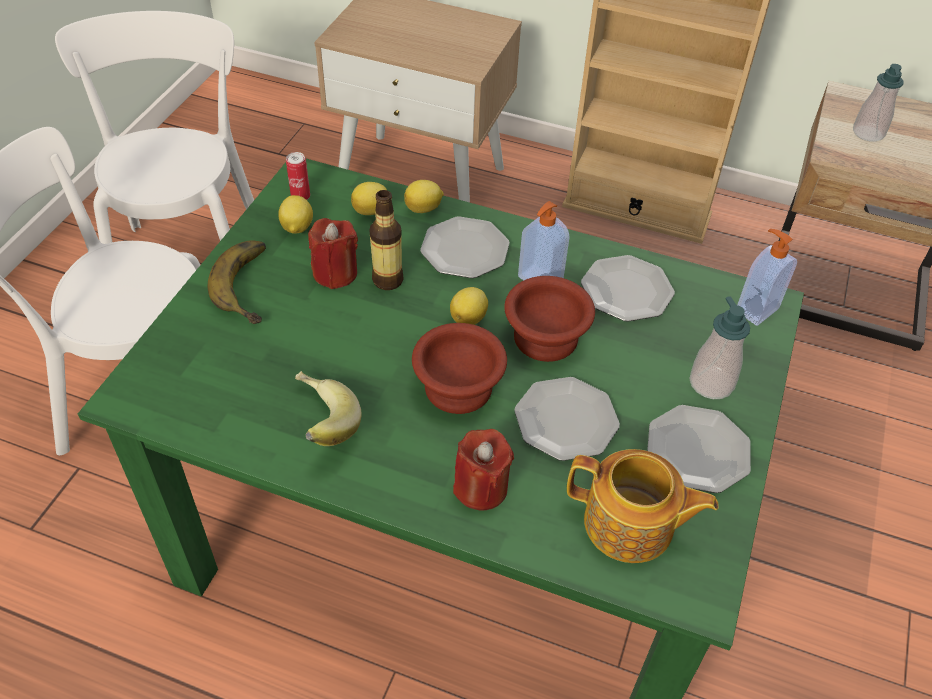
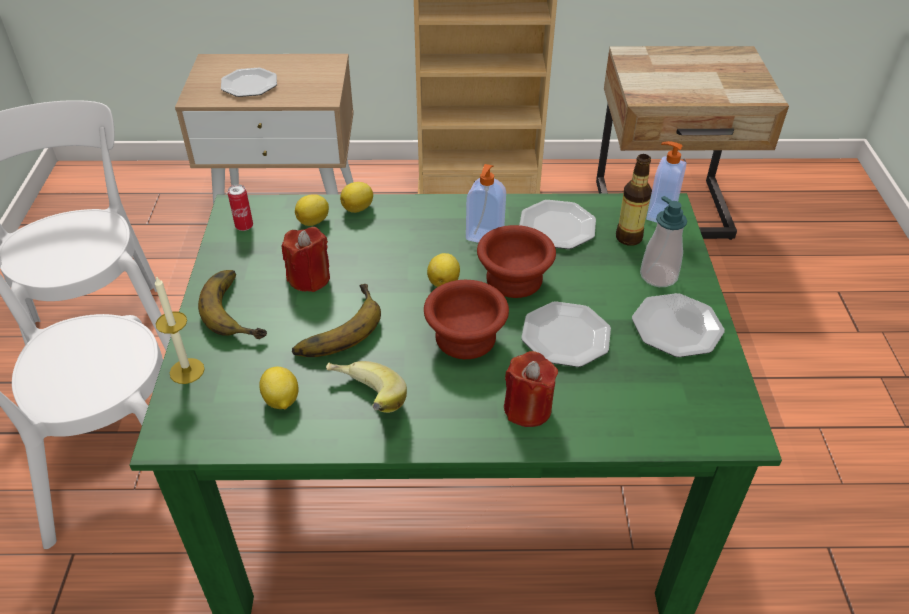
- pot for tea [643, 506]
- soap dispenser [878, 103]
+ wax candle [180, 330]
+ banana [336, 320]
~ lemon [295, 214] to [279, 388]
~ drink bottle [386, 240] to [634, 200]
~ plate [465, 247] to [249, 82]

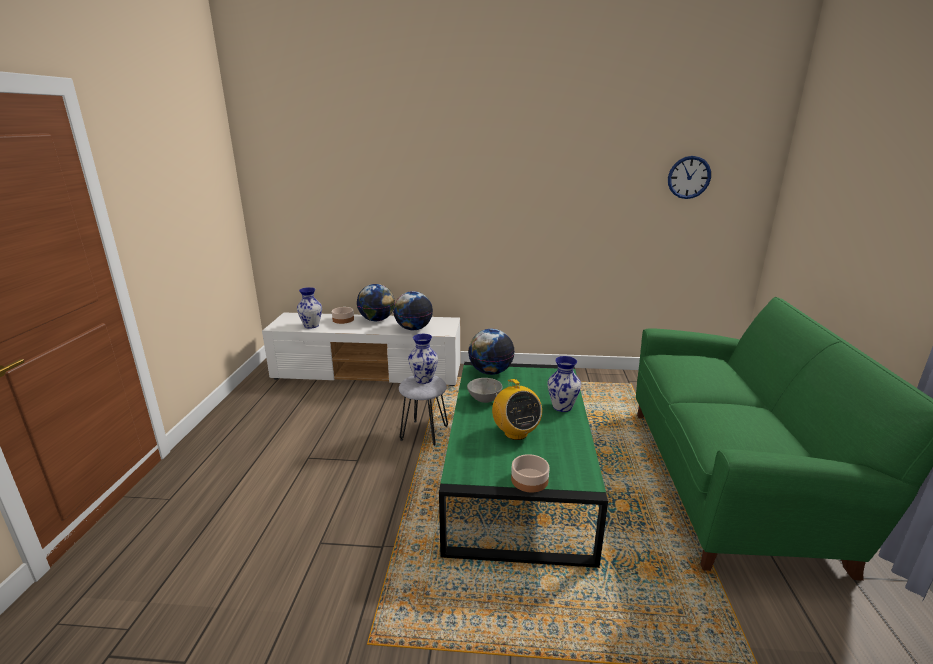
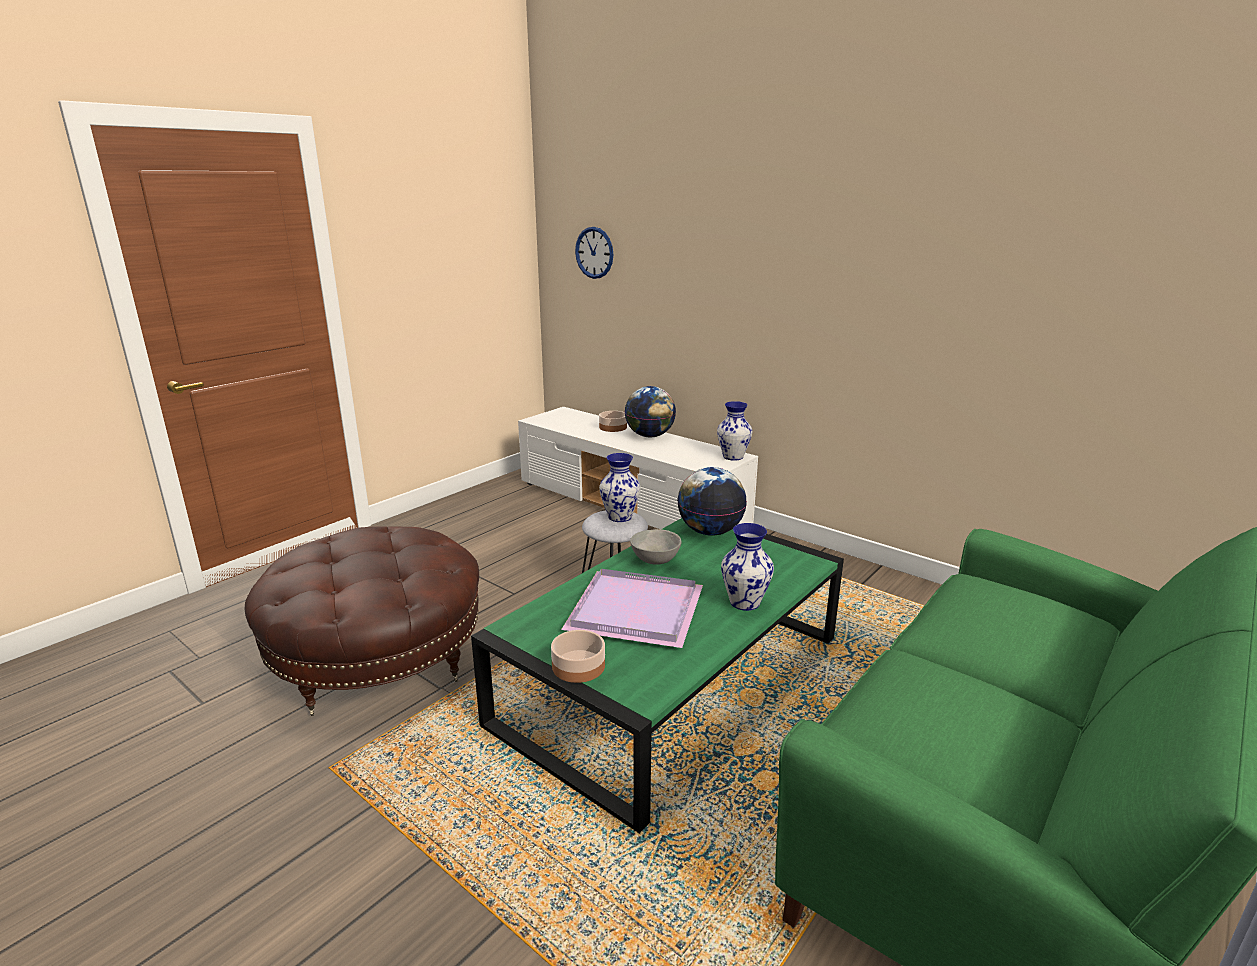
- globe [413, 310]
+ brownish pouffe [362, 621]
~ flower vase [309, 308] to [734, 431]
~ clock on the wall [689, 177] to [594, 253]
~ radio receiver [517, 409] to purple-coloured tray [632, 608]

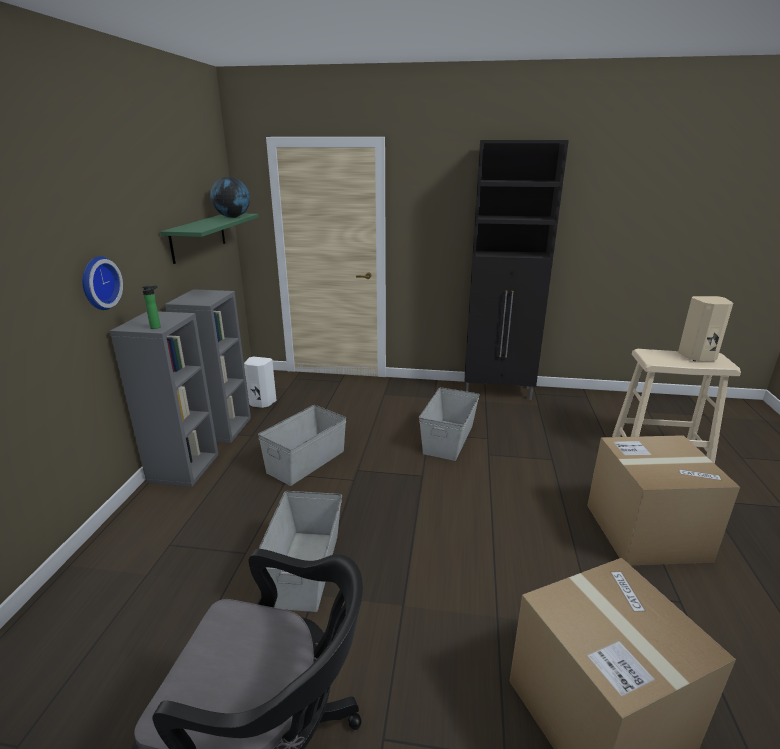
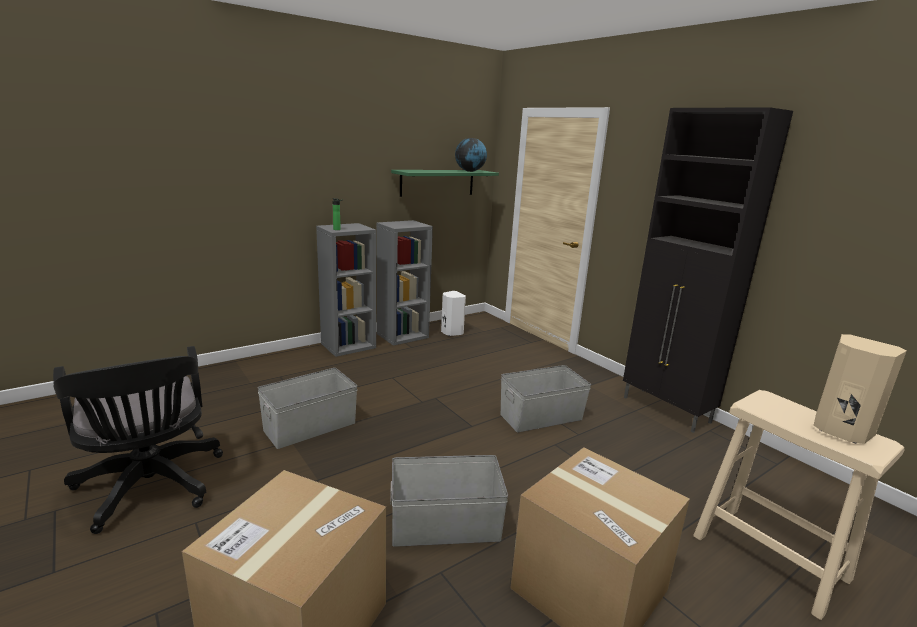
- clock on the wall [102, 283]
~ gray storage container [302, 445] to [449, 501]

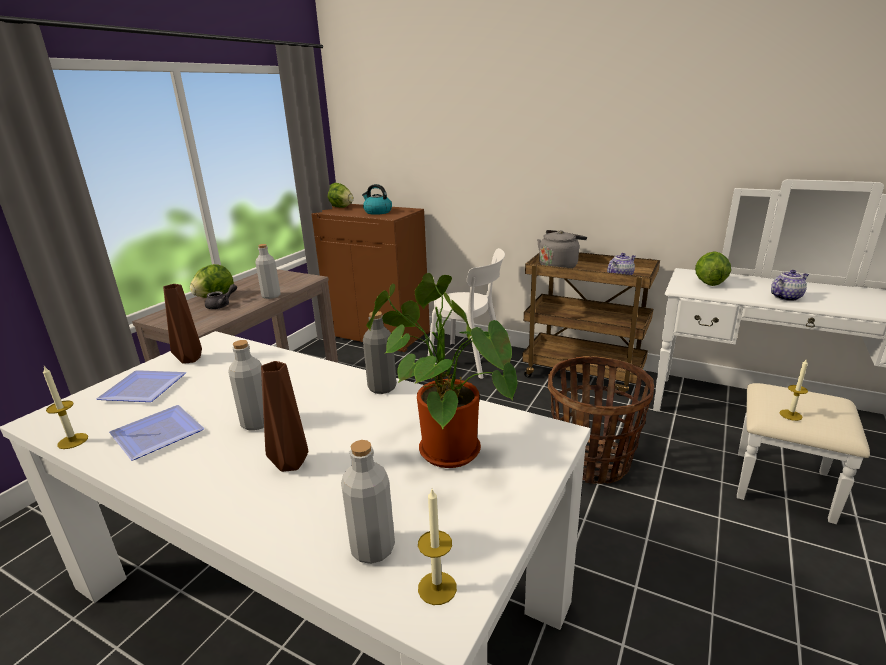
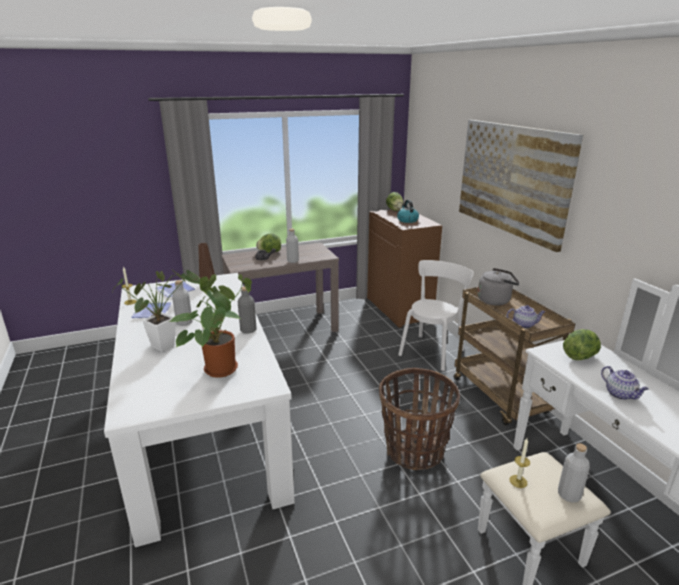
- wax candle [437, 547]
+ picture [521, 186]
~ gray drink bottle [368, 502] to [574, 473]
~ brownish flower vase [284, 416] to plant in a pot [156, 310]
~ white chair [466, 313] = [436, 315] 120 degrees counterclockwise
~ pot for tea [790, 285] = [625, 383] 45 degrees clockwise

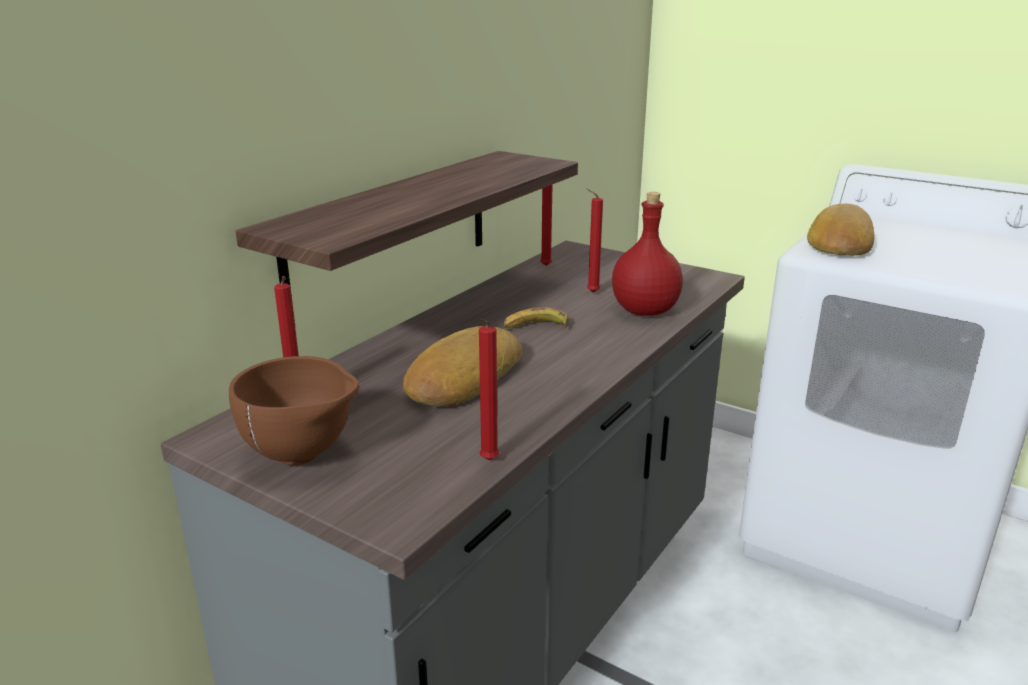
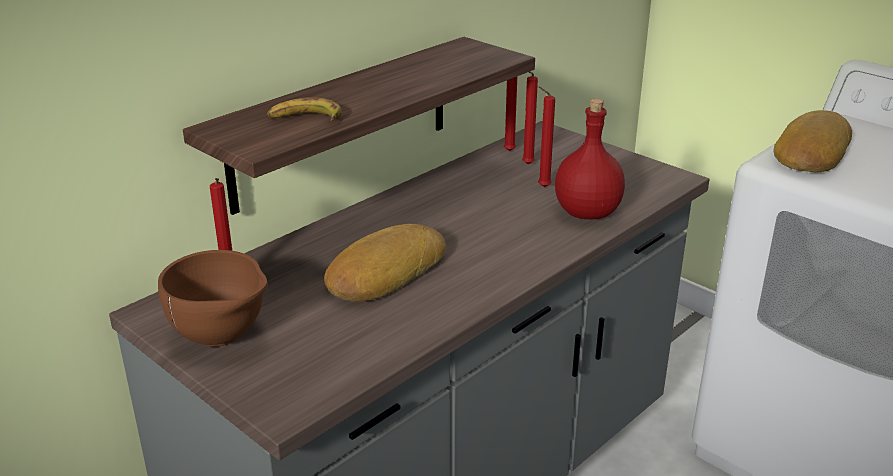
~ red-coloured wax candle [489, 389] to [530, 118]
~ banana [536, 317] to [304, 109]

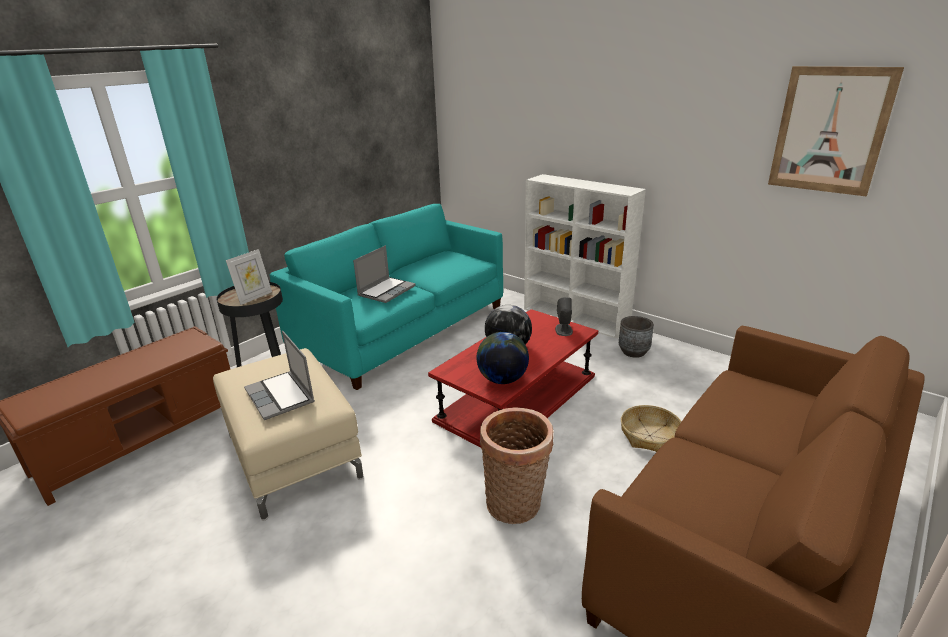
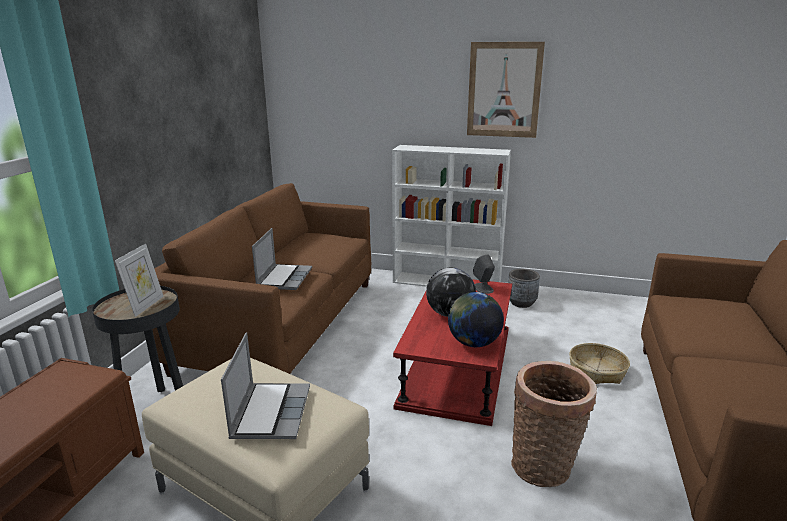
~ picture [836, 131] to [506, 90]
~ turquoise couch [386, 297] to brownish couch [261, 280]
~ notebook computer [279, 375] = [265, 386] 120 degrees counterclockwise

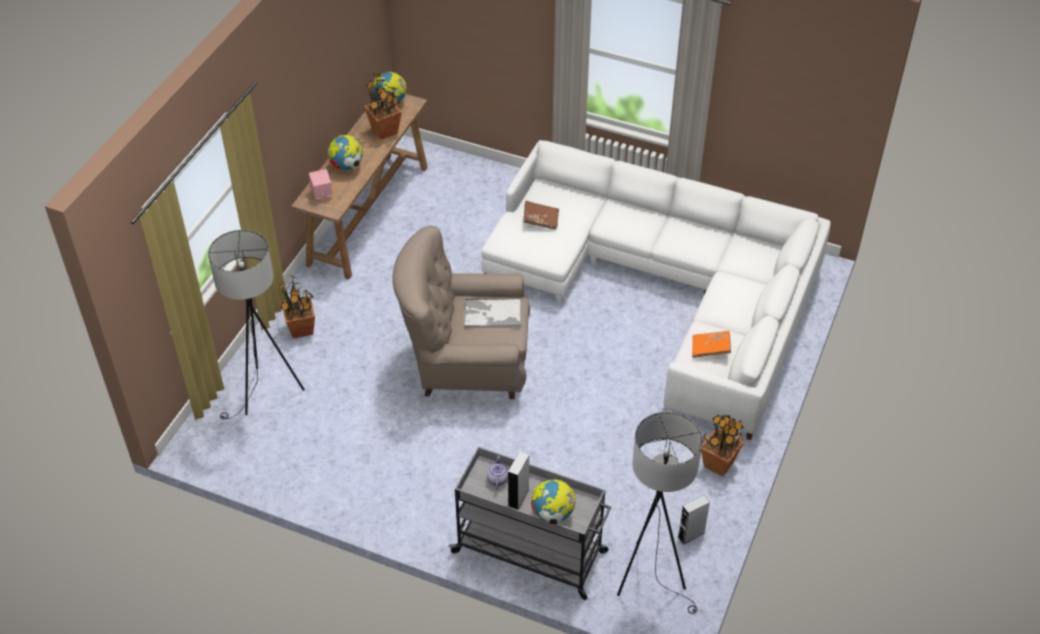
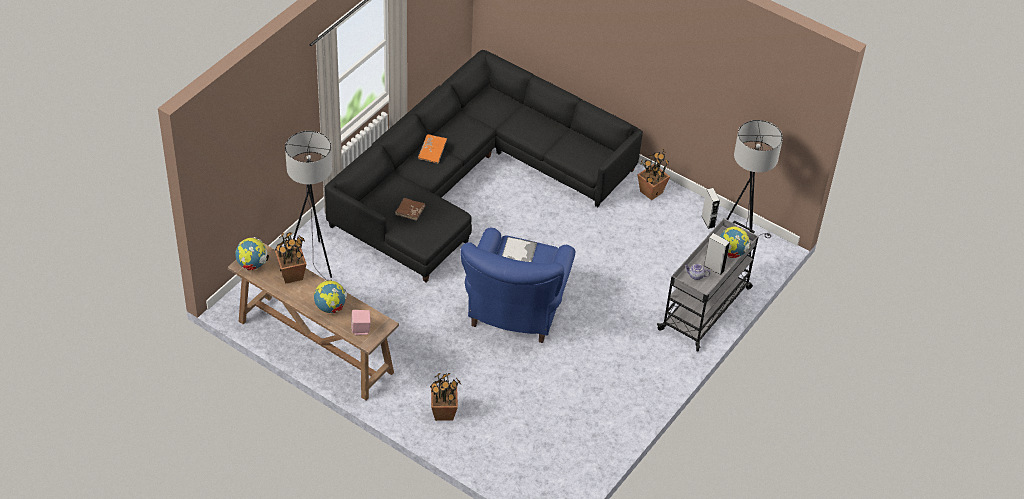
~ gray floor lamp [256, 325] to [308, 204]
~ orangey volume [711, 344] to [432, 149]
~ beige easy chair [461, 312] to bluish easy chair [517, 285]
~ white couch [655, 290] to black-coloured couch [484, 166]

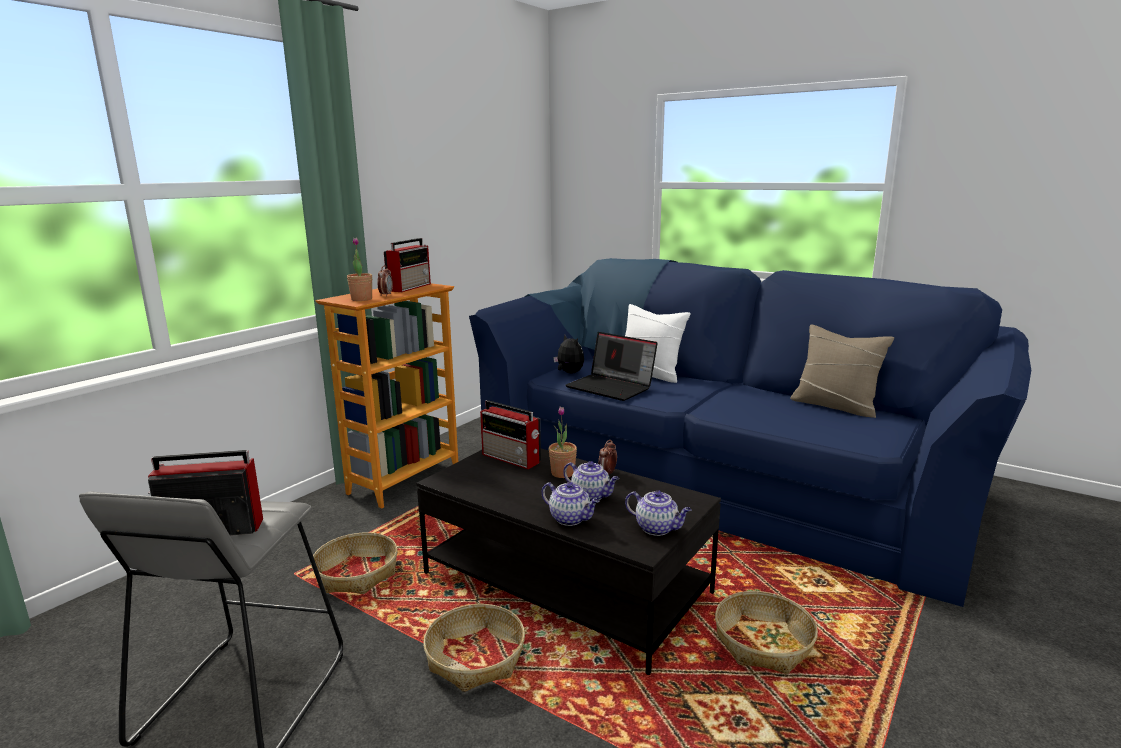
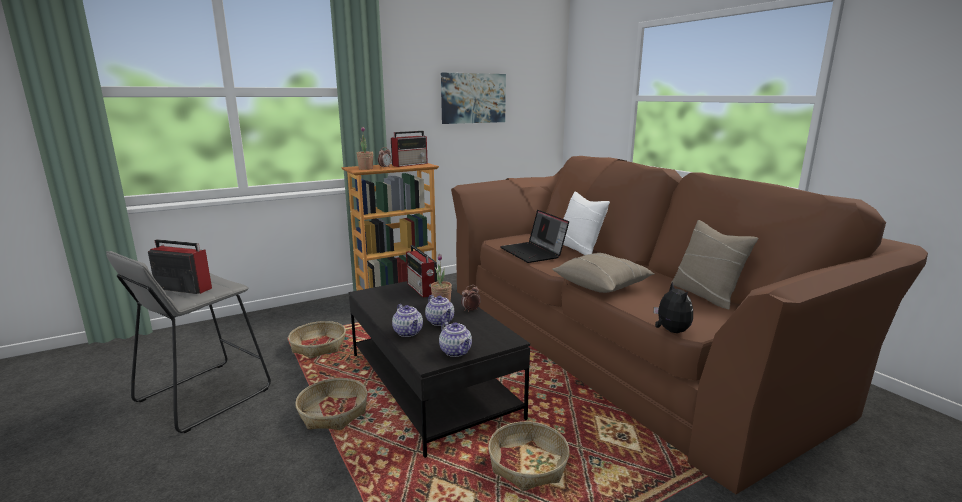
+ picture [473, 98]
+ beige pillow [603, 273]
~ cuddly toy [568, 354] to [673, 307]
~ bluish couch [750, 432] to brownish couch [689, 325]

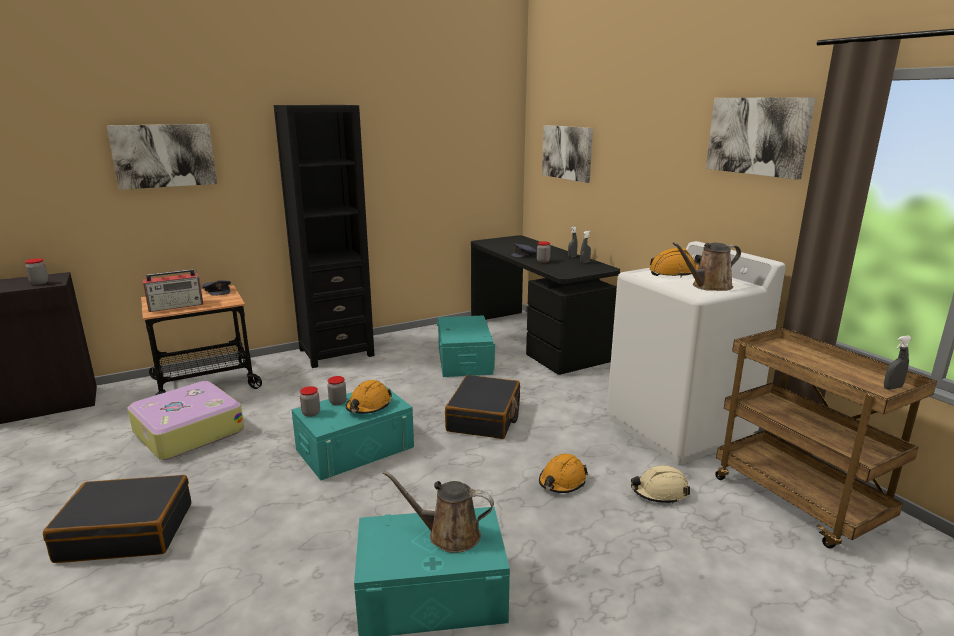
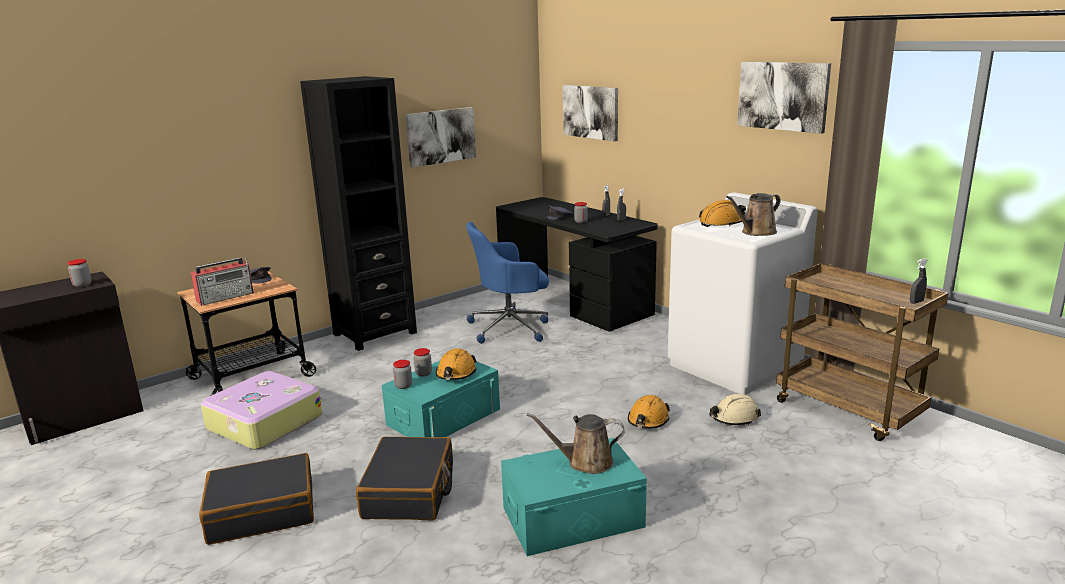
~ picture [162, 157] to [440, 137]
~ black-coloured suitcase [482, 407] to [404, 478]
~ turquoise storage container [466, 346] to bluish desk chair [507, 283]

